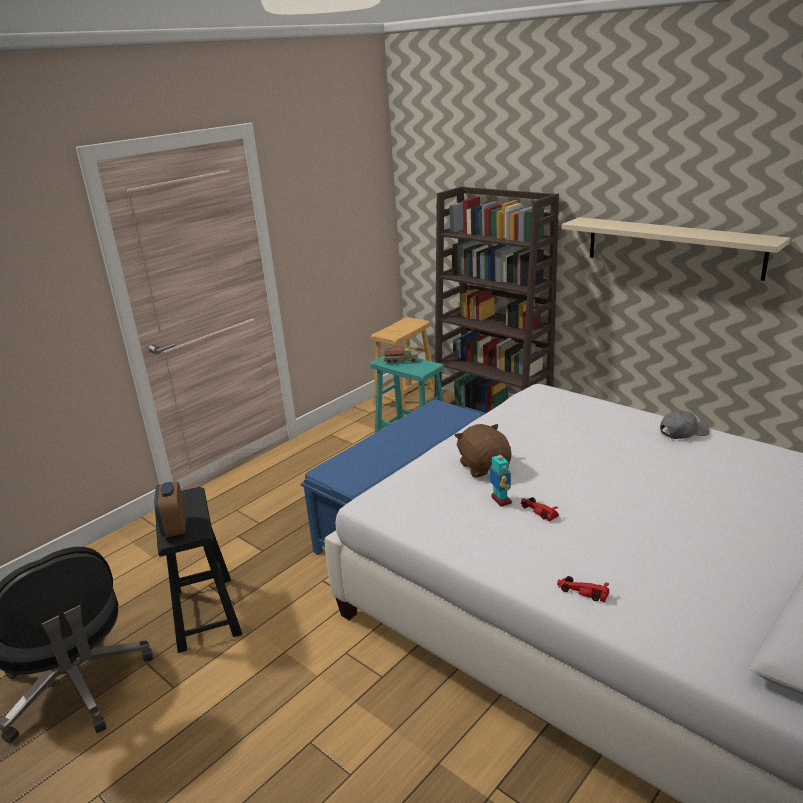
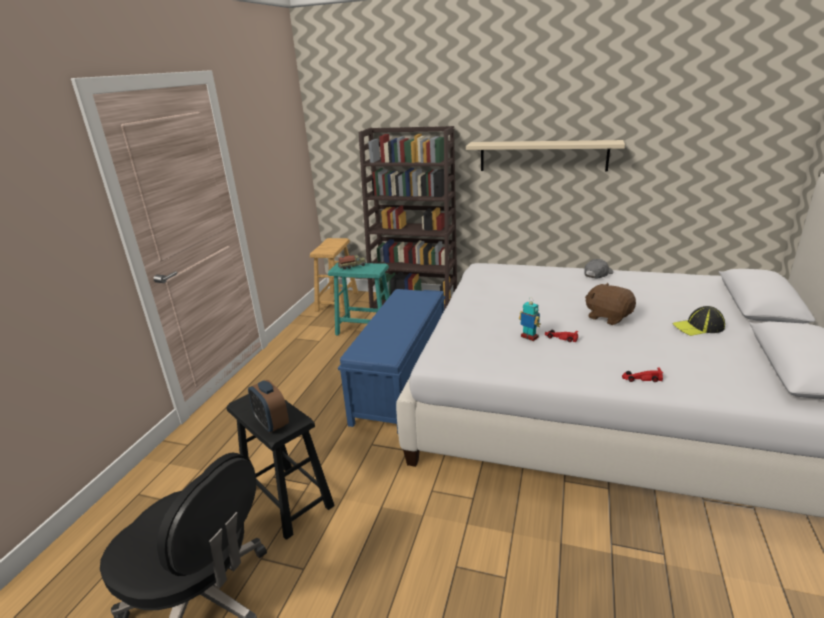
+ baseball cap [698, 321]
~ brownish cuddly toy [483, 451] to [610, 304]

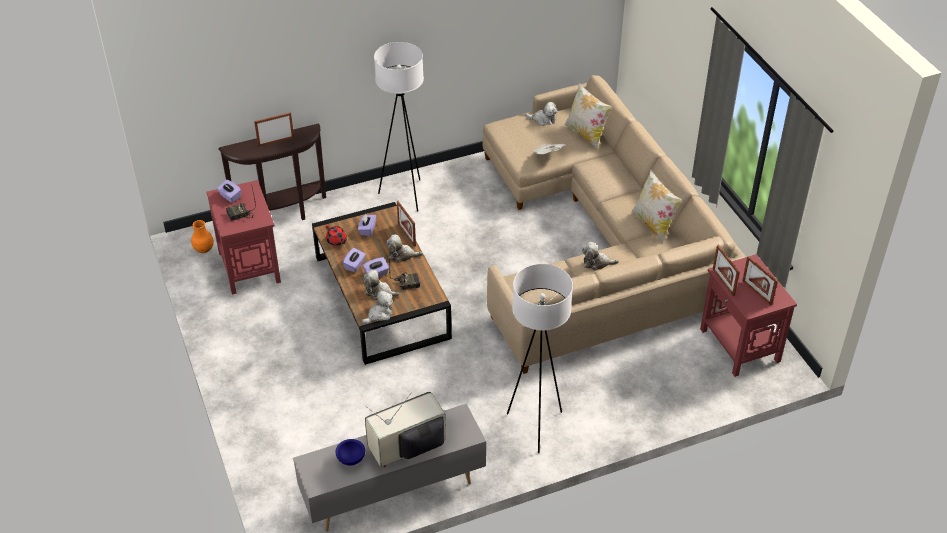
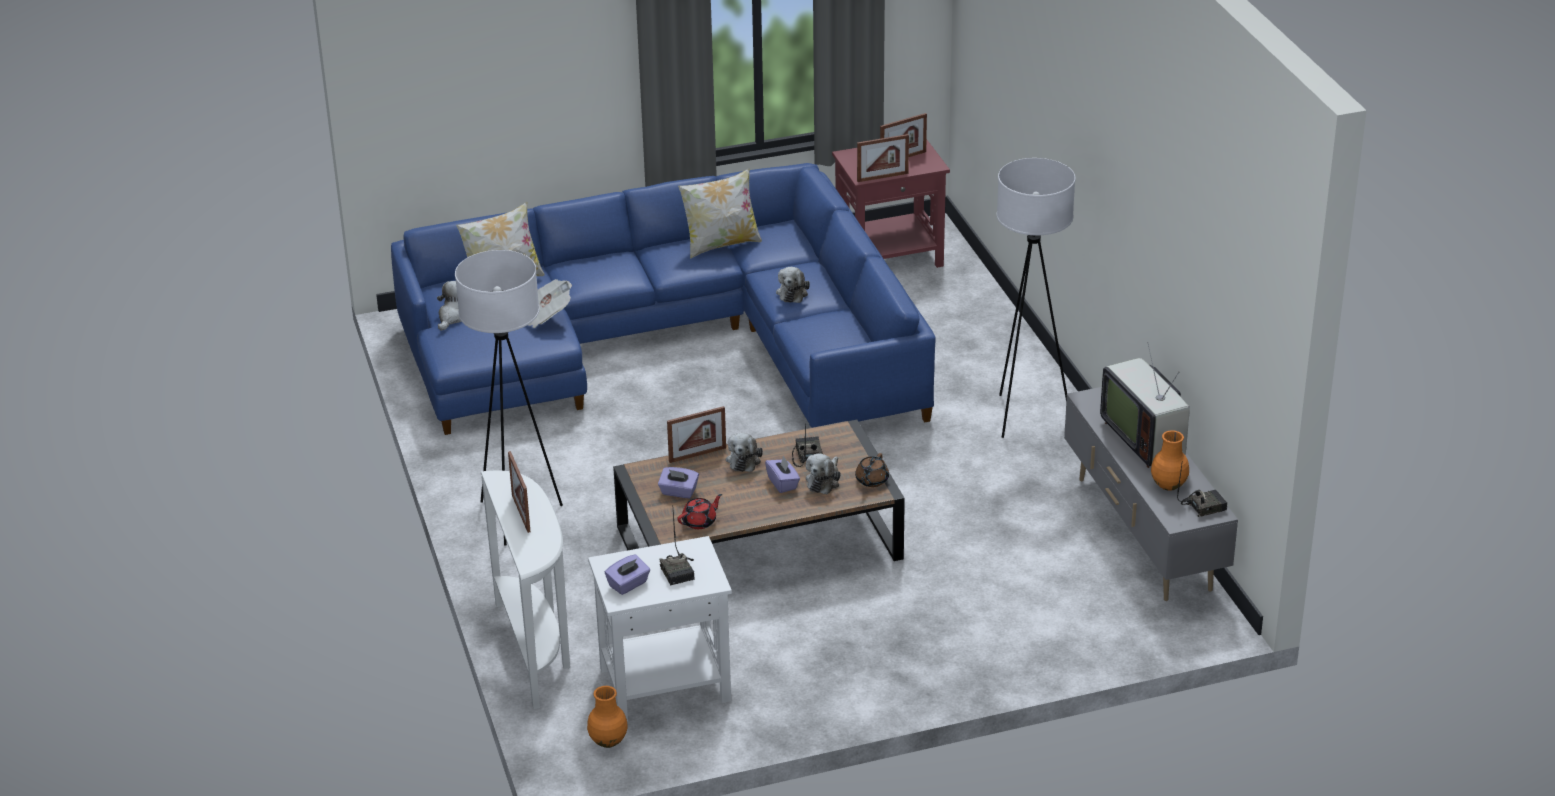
- purple-coloured tissue box [354, 260]
+ radio receiver [1202, 490]
~ bluish deep dish [350, 452] to orangey flower vase [1170, 460]
~ cuddly toy [377, 307] to brownish pot for tea [872, 470]
~ red-coloured end table [243, 237] to white end table [660, 628]
~ brownish hall table [272, 172] to white hall table [525, 590]
~ beige couch [614, 224] to bluish couch [663, 299]

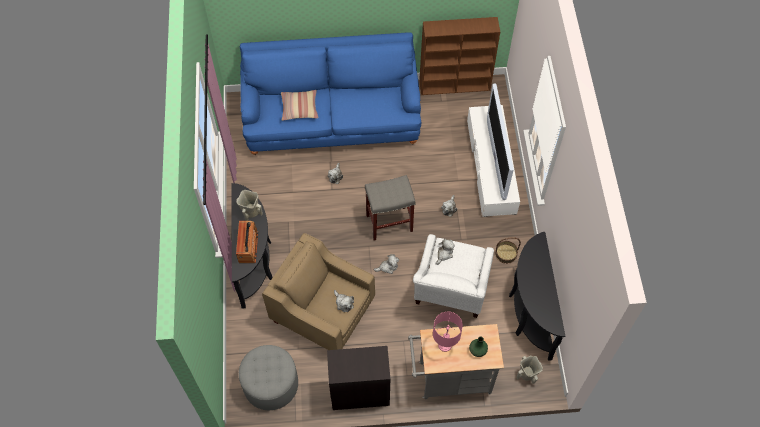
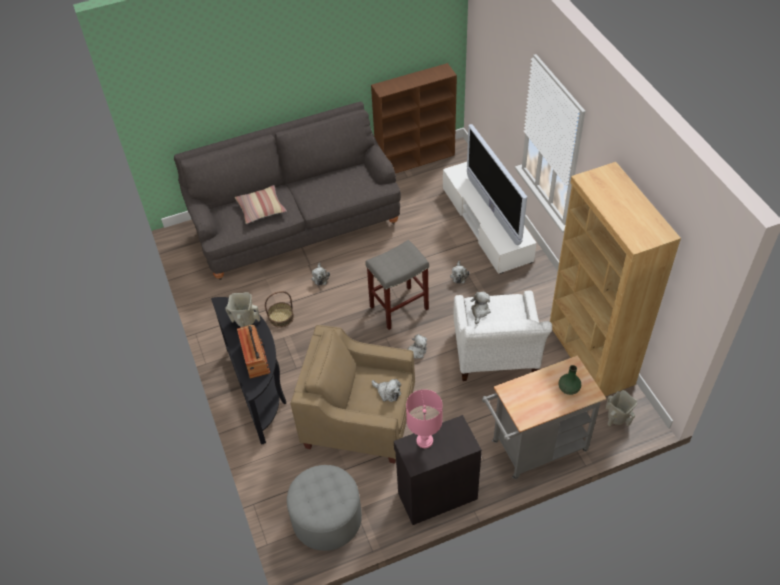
~ pinkish lamp for a table [448, 332] to [424, 418]
~ basket [508, 250] to [279, 309]
~ black-coloured hall table [537, 296] to brownish bookshelf [615, 279]
~ bluish couch [330, 93] to gray couch [287, 190]

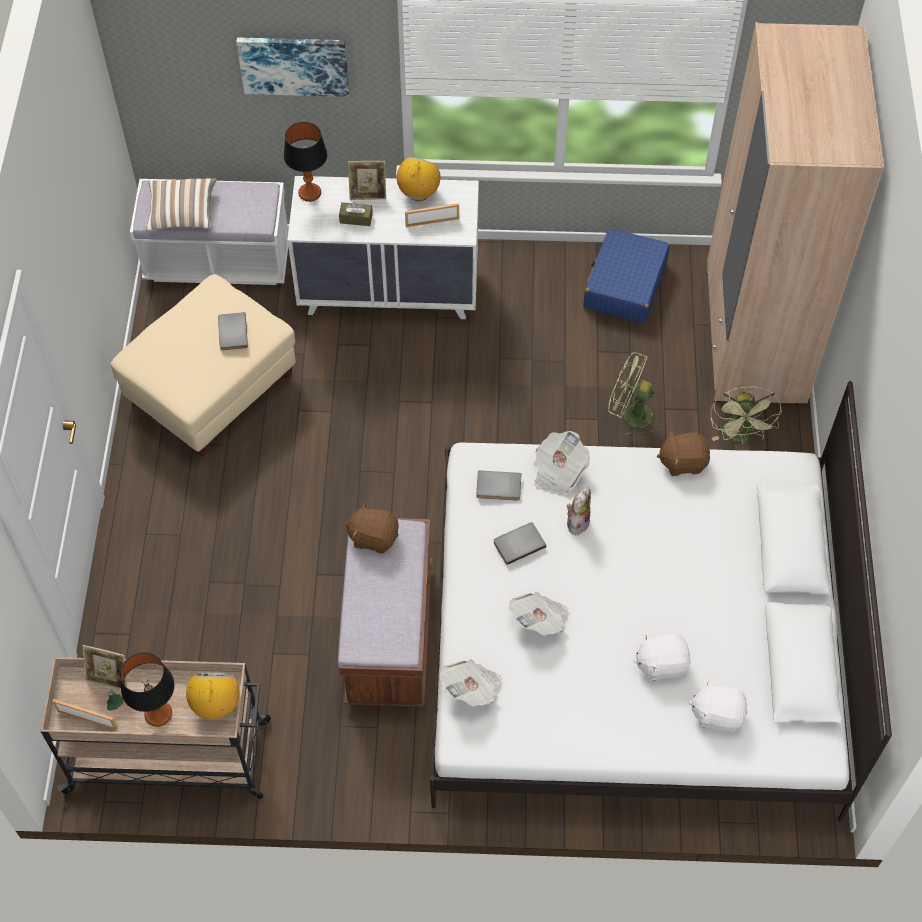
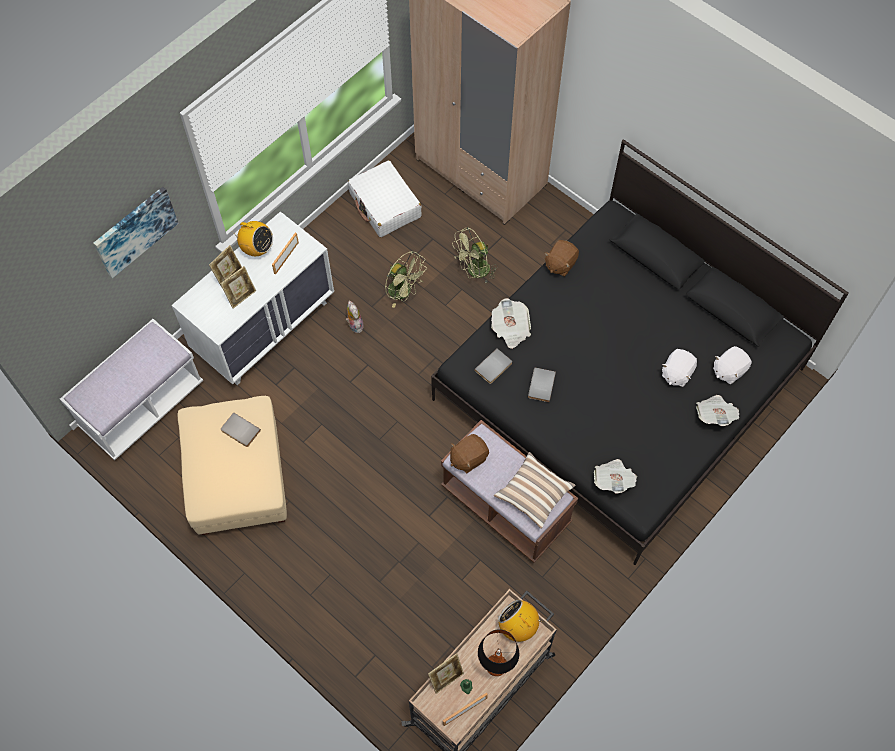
- lamp for a table [305, 162]
~ pillow [181, 204] to [534, 490]
~ daily paper [539, 613] to [717, 410]
~ cuddly toy [579, 512] to [354, 316]
~ green electric fan [746, 415] to [405, 279]
~ brownish tissue box [356, 214] to standing frame [238, 287]
~ white bed [661, 601] to black-coloured bed [640, 352]
~ bluish suitcase [627, 276] to white suitcase [385, 198]
~ radio receiver [418, 179] = [254, 238] 150 degrees clockwise

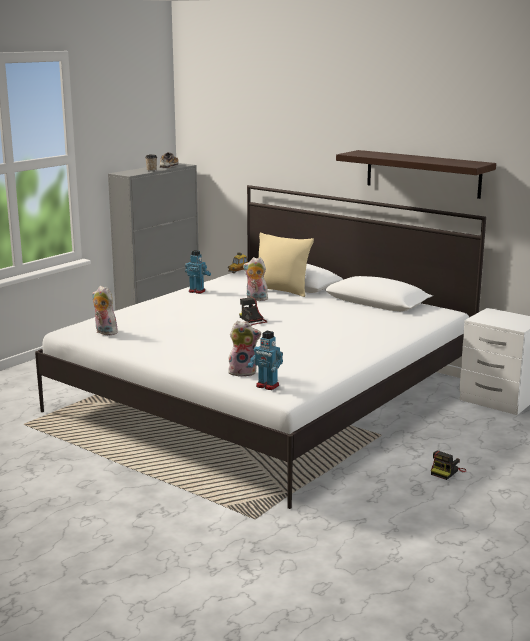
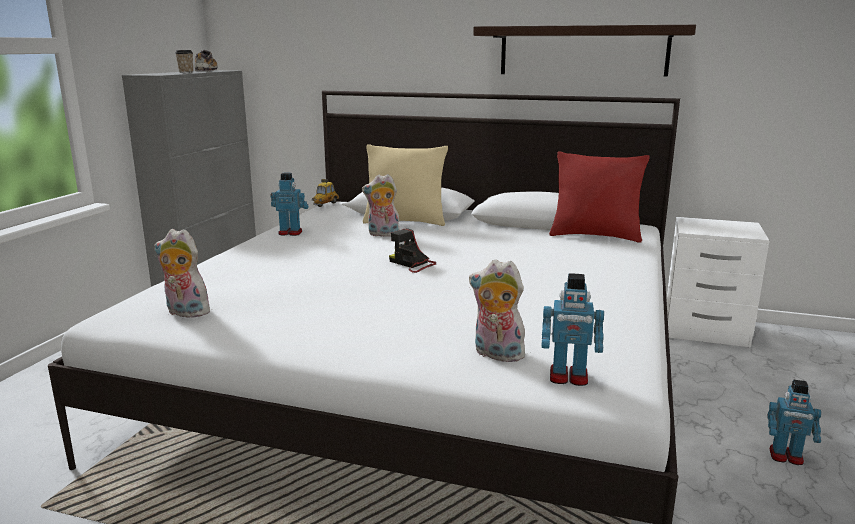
+ red-coloured pillow [599, 197]
~ photo camera [449, 465] to toy robot [794, 422]
~ cuddly toy [244, 349] = [497, 311] 135 degrees counterclockwise

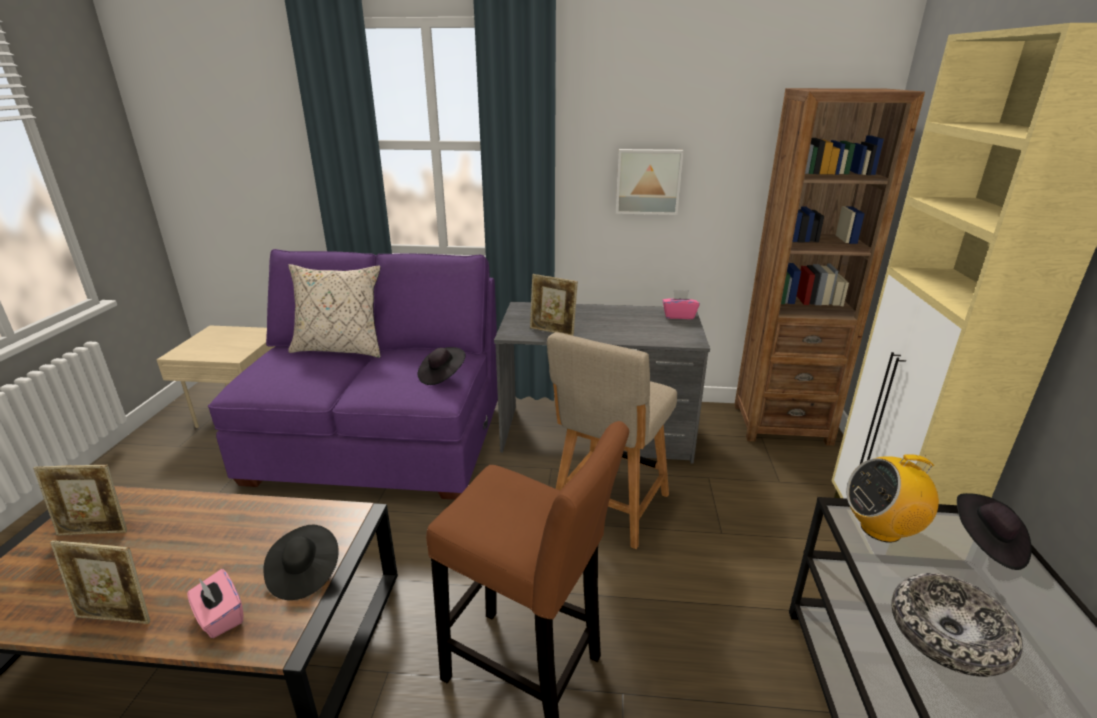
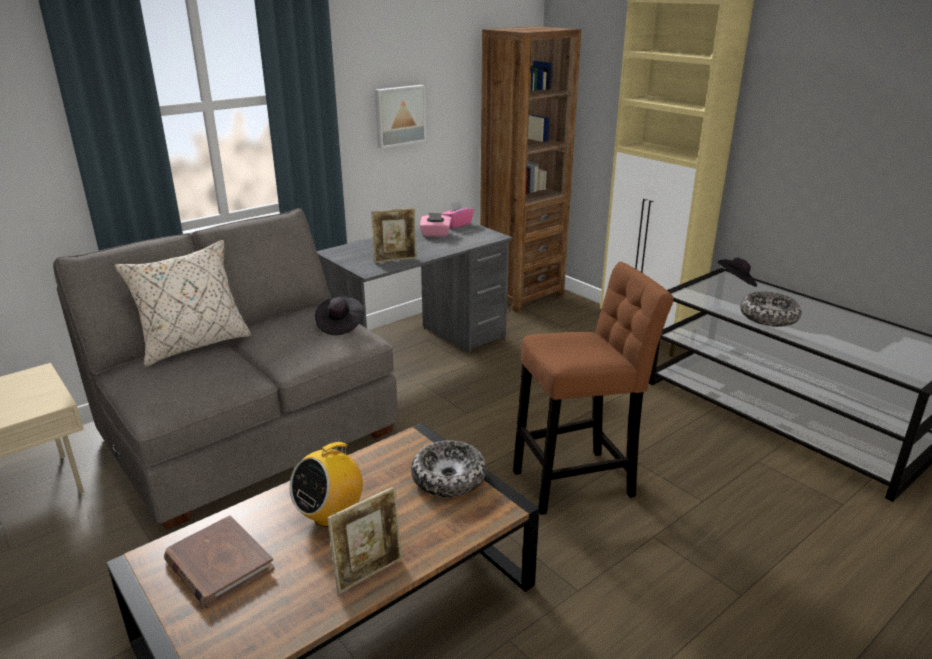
- beige chair [612, 440]
~ pinkish tissue box [215, 603] to [435, 225]
~ radio receiver [892, 498] to [326, 482]
~ standing frame [80, 500] to brownish volume [219, 562]
~ black-coloured wearable hat [301, 562] to deep dish [448, 468]
~ purple-coloured couch [353, 374] to gray couch [225, 369]

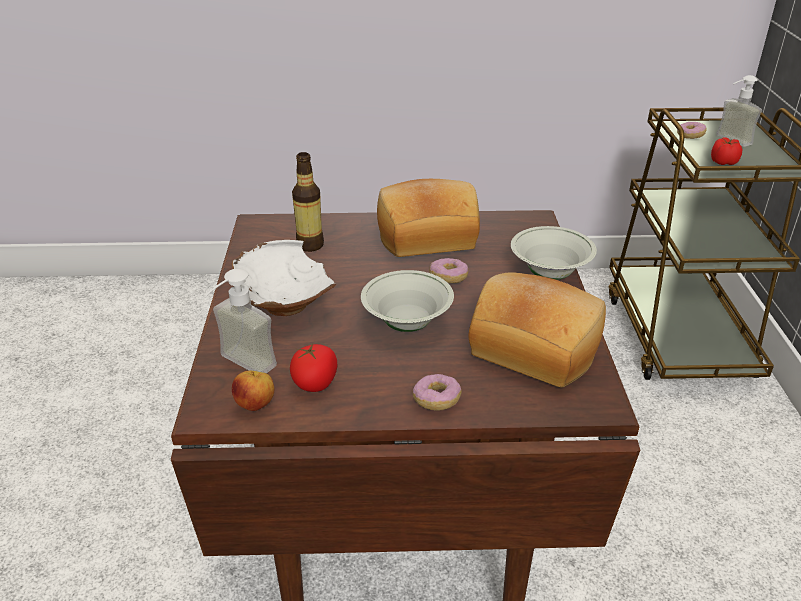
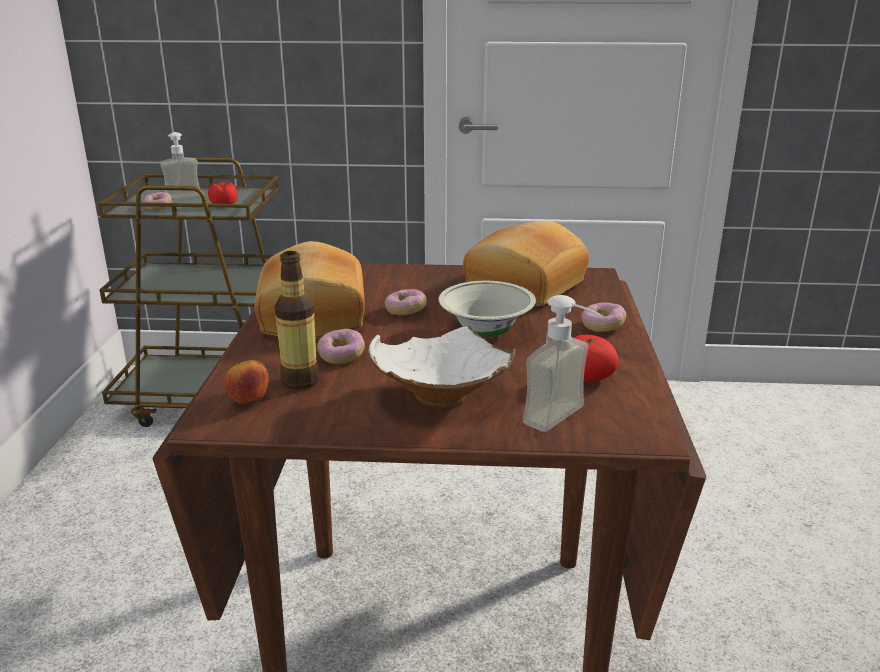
- white deep dish [554, 253]
+ ring doughnut [341, 346]
~ whole apple [253, 391] to [247, 381]

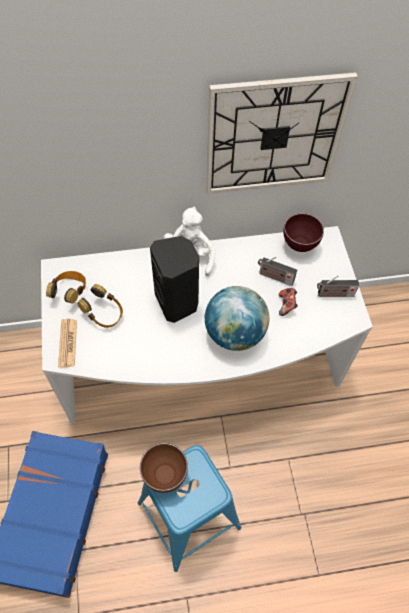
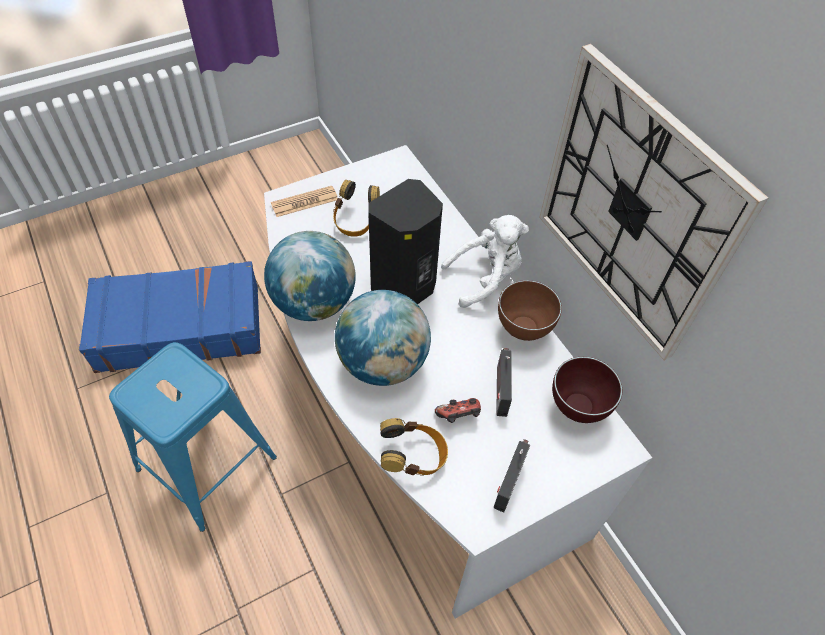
+ globe [310, 276]
~ headset [66, 287] to [414, 447]
~ brownish deep dish [164, 468] to [530, 310]
~ radio receiver [338, 286] = [511, 476] 45 degrees clockwise

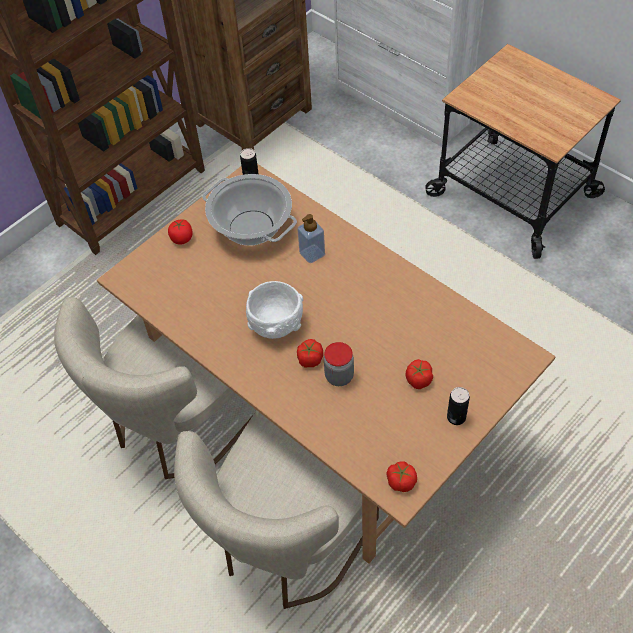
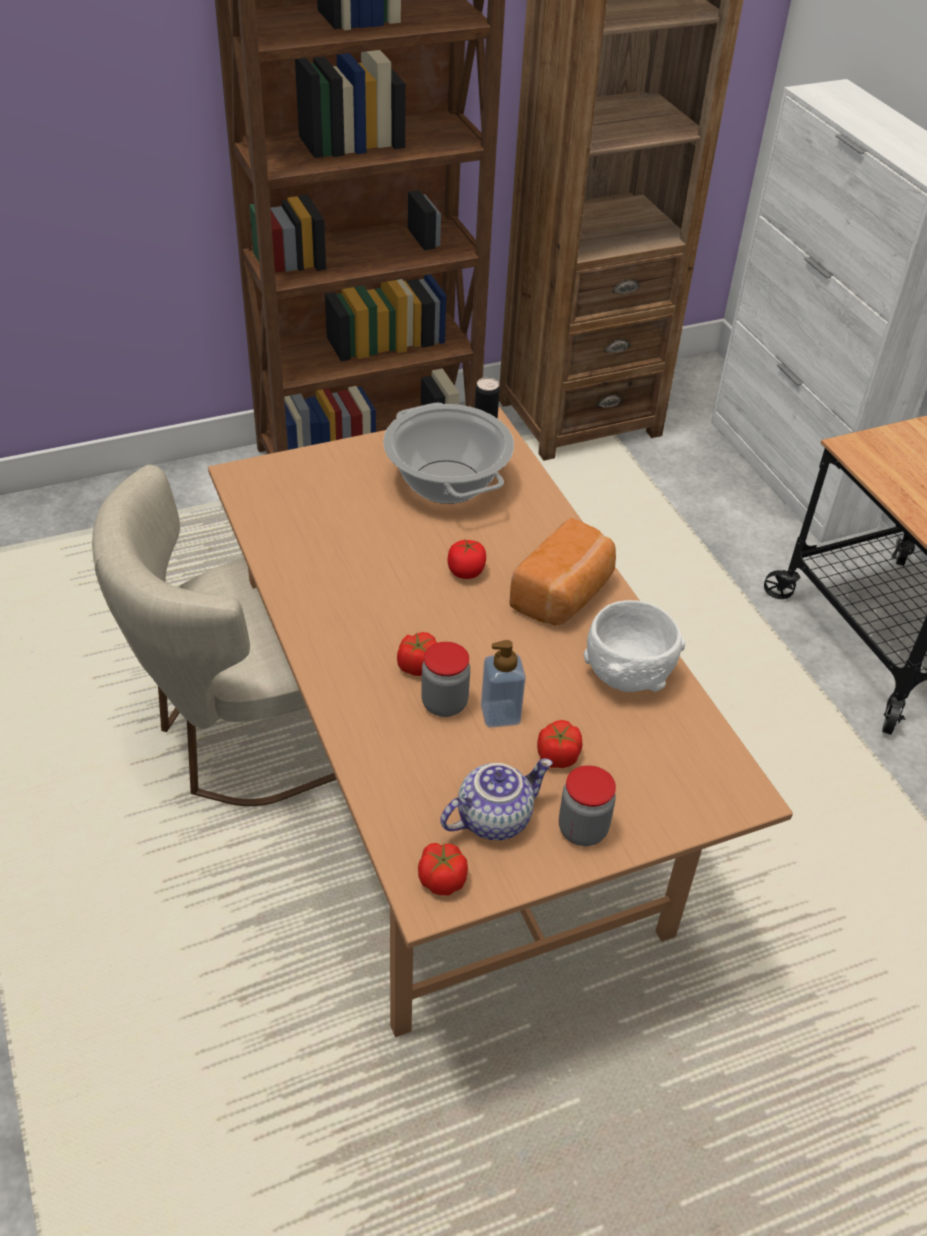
- beige chair [276, 510]
+ pot for tea [496, 799]
+ bakery bread [563, 572]
~ tomato [180, 232] to [467, 559]
~ white deep dish [274, 310] to [634, 646]
~ soap dispenser [311, 238] to [503, 684]
~ metal can [458, 406] to jar [587, 805]

